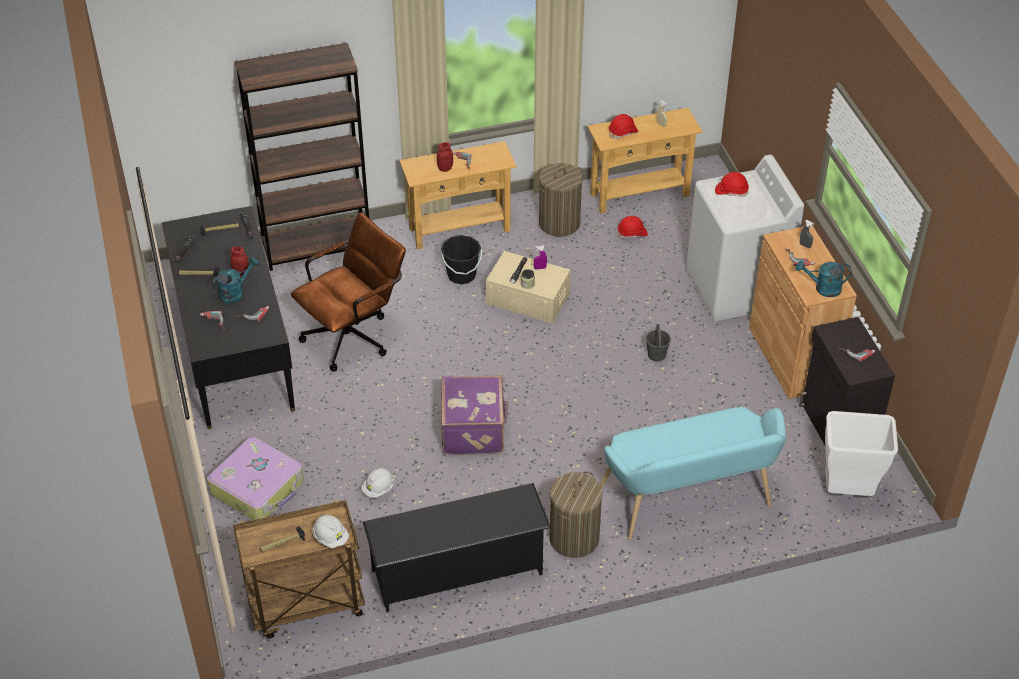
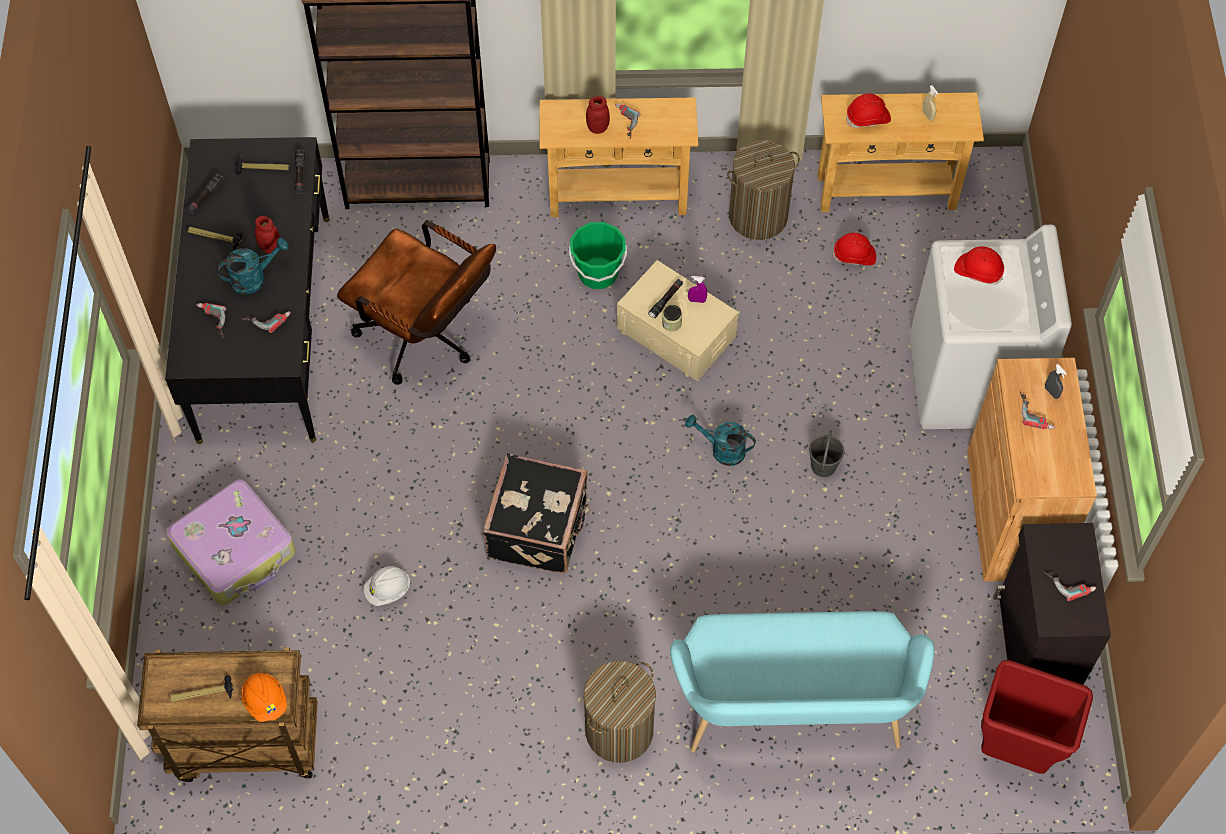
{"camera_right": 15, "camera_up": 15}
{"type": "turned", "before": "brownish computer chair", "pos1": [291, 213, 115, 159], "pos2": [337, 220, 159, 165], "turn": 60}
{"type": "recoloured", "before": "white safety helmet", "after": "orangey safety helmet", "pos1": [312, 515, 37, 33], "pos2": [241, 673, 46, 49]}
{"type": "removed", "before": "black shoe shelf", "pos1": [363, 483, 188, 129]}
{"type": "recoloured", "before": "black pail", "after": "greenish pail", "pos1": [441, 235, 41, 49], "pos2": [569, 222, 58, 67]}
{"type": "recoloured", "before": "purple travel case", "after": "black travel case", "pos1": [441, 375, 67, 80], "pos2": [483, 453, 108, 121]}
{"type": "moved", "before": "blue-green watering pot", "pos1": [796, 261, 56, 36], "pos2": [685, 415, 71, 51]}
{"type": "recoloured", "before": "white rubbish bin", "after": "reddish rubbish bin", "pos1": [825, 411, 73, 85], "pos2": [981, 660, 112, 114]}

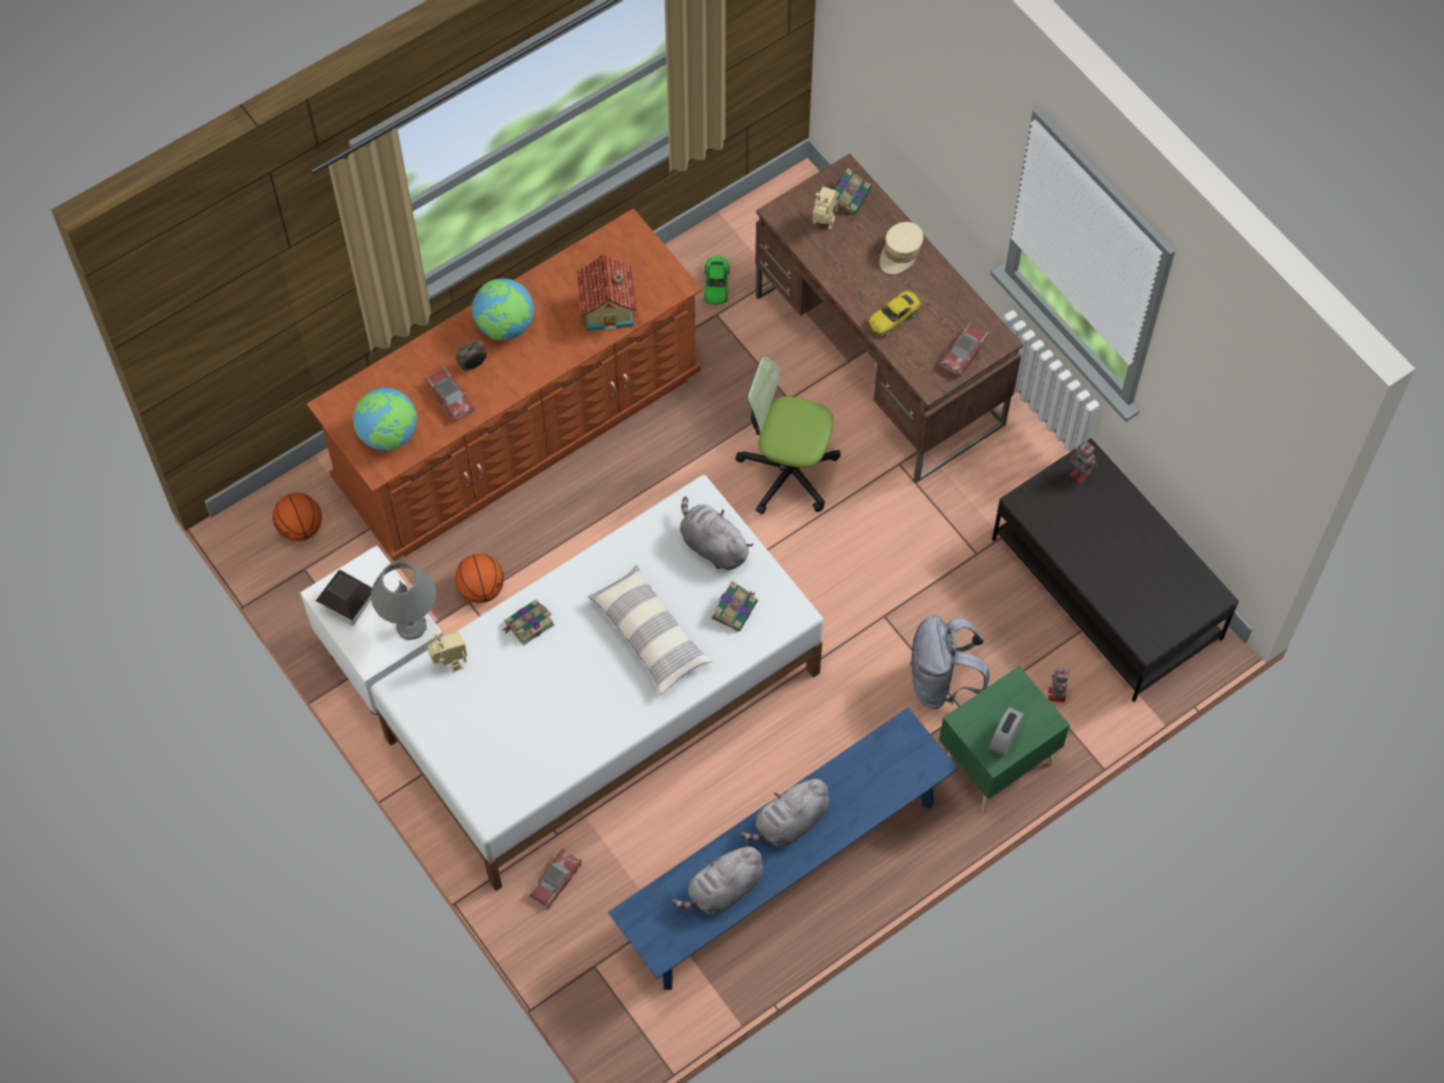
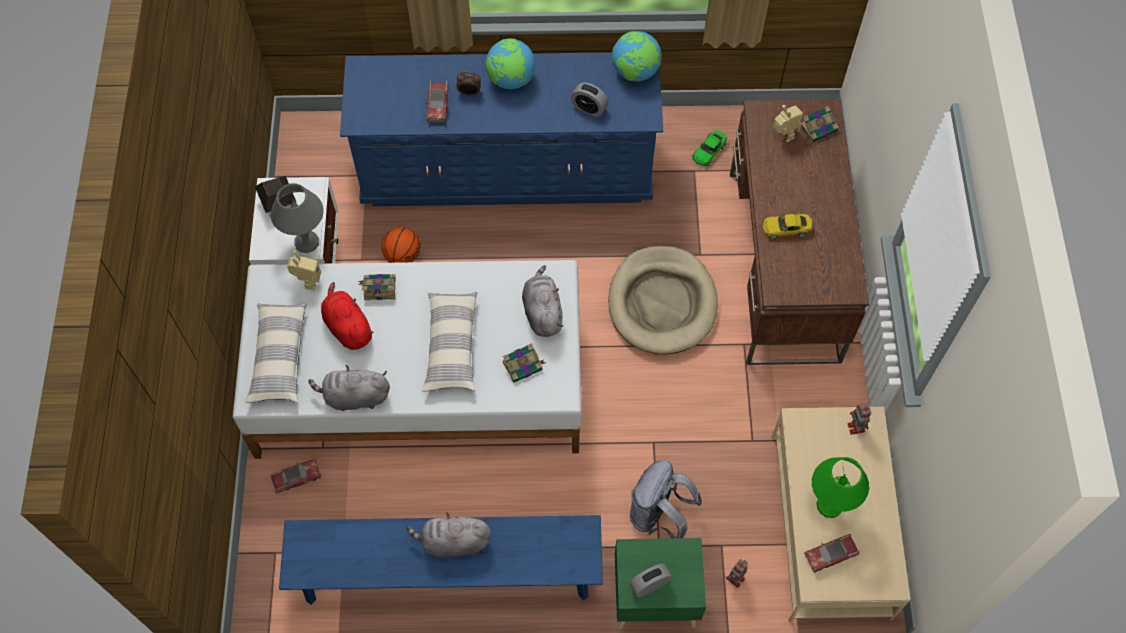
{"camera_right": 35, "camera_up": 0}
{"type": "removed", "before": "basketball ball", "pos1": [273, 493, 49, 48]}
{"type": "recoloured", "before": "brownish dresser", "after": "bluish dresser", "pos1": [307, 208, 395, 353], "pos2": [340, 52, 323, 154]}
{"type": "moved", "before": "globe", "pos1": [353, 388, 64, 63], "pos2": [612, 31, 50, 51]}
{"type": "replaced", "before": "miniature house", "after": "alarm clock", "pos1": [577, 254, 60, 77], "pos2": [571, 83, 37, 34]}
{"type": "moved", "before": "gray cuddly toy", "pos1": [672, 841, 91, 74], "pos2": [309, 365, 81, 46]}
{"type": "replaced", "before": "computer chair", "after": "sand-coloured dog bed", "pos1": [735, 356, 106, 158], "pos2": [608, 246, 110, 108]}
{"type": "removed", "before": "sand-coloured baseball cap", "pos1": [880, 222, 43, 52]}
{"type": "moved", "before": "miniature car", "pos1": [940, 322, 48, 55], "pos2": [804, 534, 56, 39]}
{"type": "recoloured", "before": "black low table", "after": "sand-coloured low table", "pos1": [992, 438, 247, 264], "pos2": [771, 407, 140, 215]}
{"type": "added", "after": "cushion", "pos2": [245, 302, 62, 101]}
{"type": "added", "after": "reddish cuddly toy", "pos2": [321, 282, 53, 68]}
{"type": "added", "after": "greenish tabletop lamp", "pos2": [812, 457, 57, 61]}

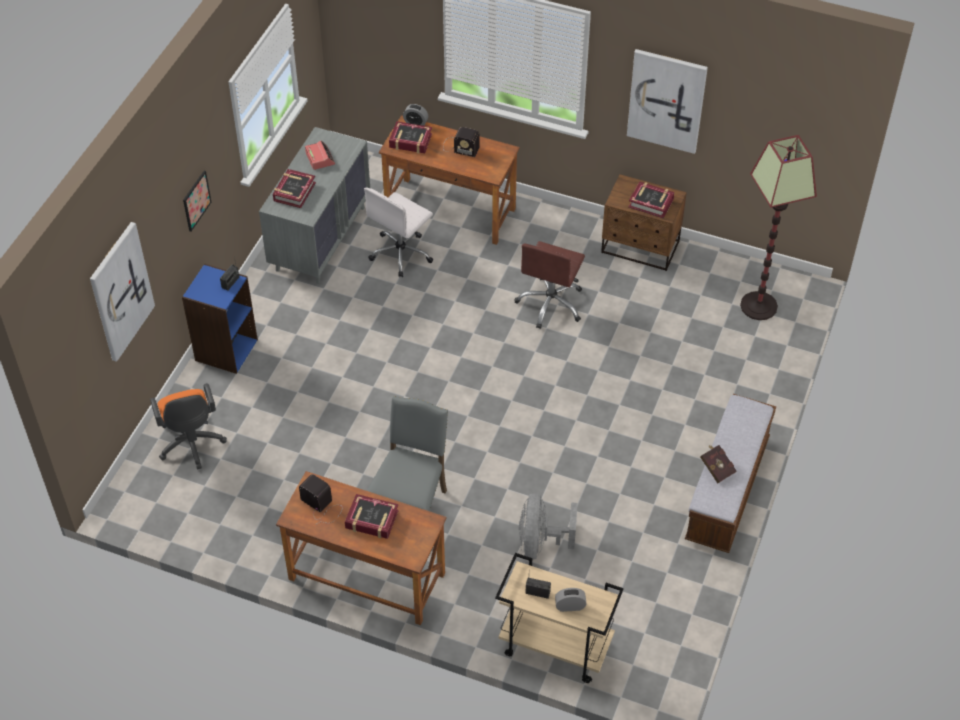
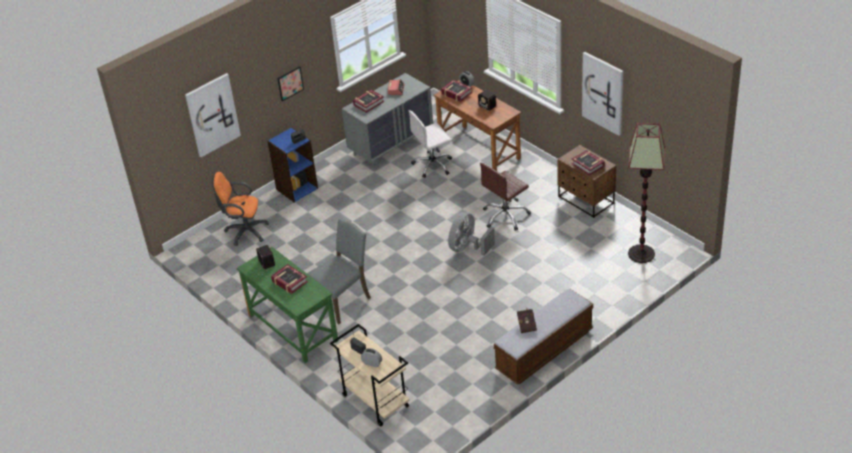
{"camera_right": 30, "camera_up": -10}
{"type": "turned", "before": "orangey computer chair", "pos1": [150, 383, 77, 86], "pos2": [212, 172, 57, 74], "turn": 90}
{"type": "recoloured", "before": "brownish desk unit", "after": "greenish desk unit", "pos1": [276, 471, 171, 154], "pos2": [237, 247, 101, 116]}
{"type": "moved", "before": "gray cooling fan", "pos1": [519, 493, 59, 67], "pos2": [448, 212, 47, 44]}

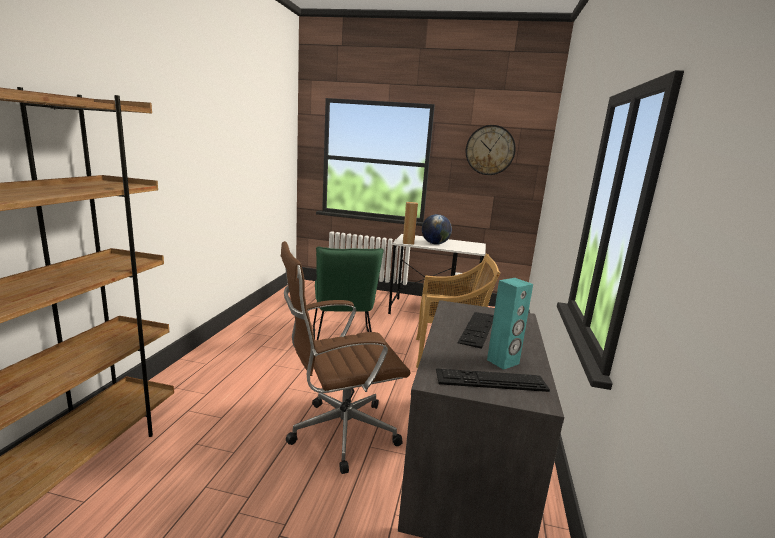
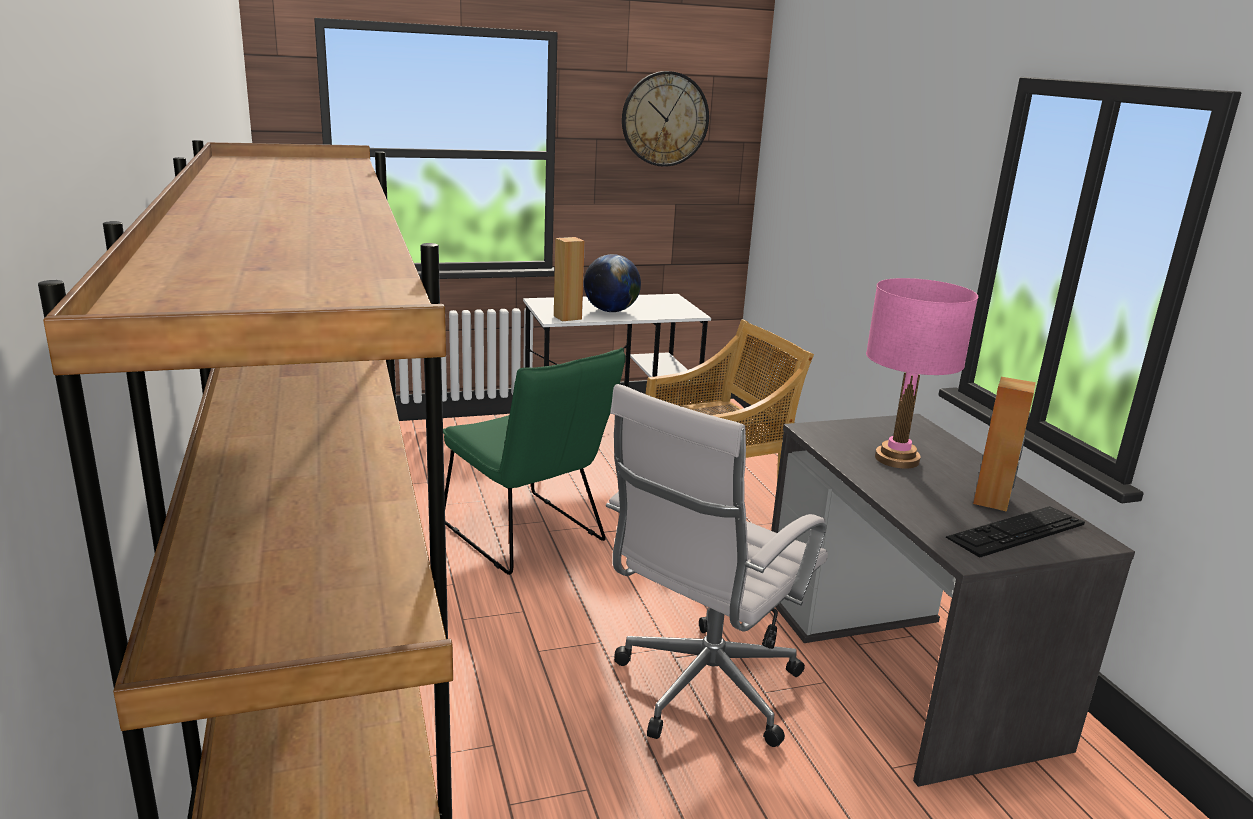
{"camera_right": -30, "camera_up": 5}
{"type": "recoloured", "before": "brownish computer chair", "after": "white computer chair", "pos1": [281, 241, 130, 233], "pos2": [606, 384, 222, 363]}
{"type": "replaced", "before": "PC keyboard", "after": "pinkish tabletop lamp", "pos1": [457, 312, 37, 37], "pos2": [866, 278, 112, 191]}
{"type": "recoloured", "before": "blue-green audio speaker", "after": "brownish audio speaker", "pos1": [487, 278, 46, 92], "pos2": [973, 377, 63, 135]}

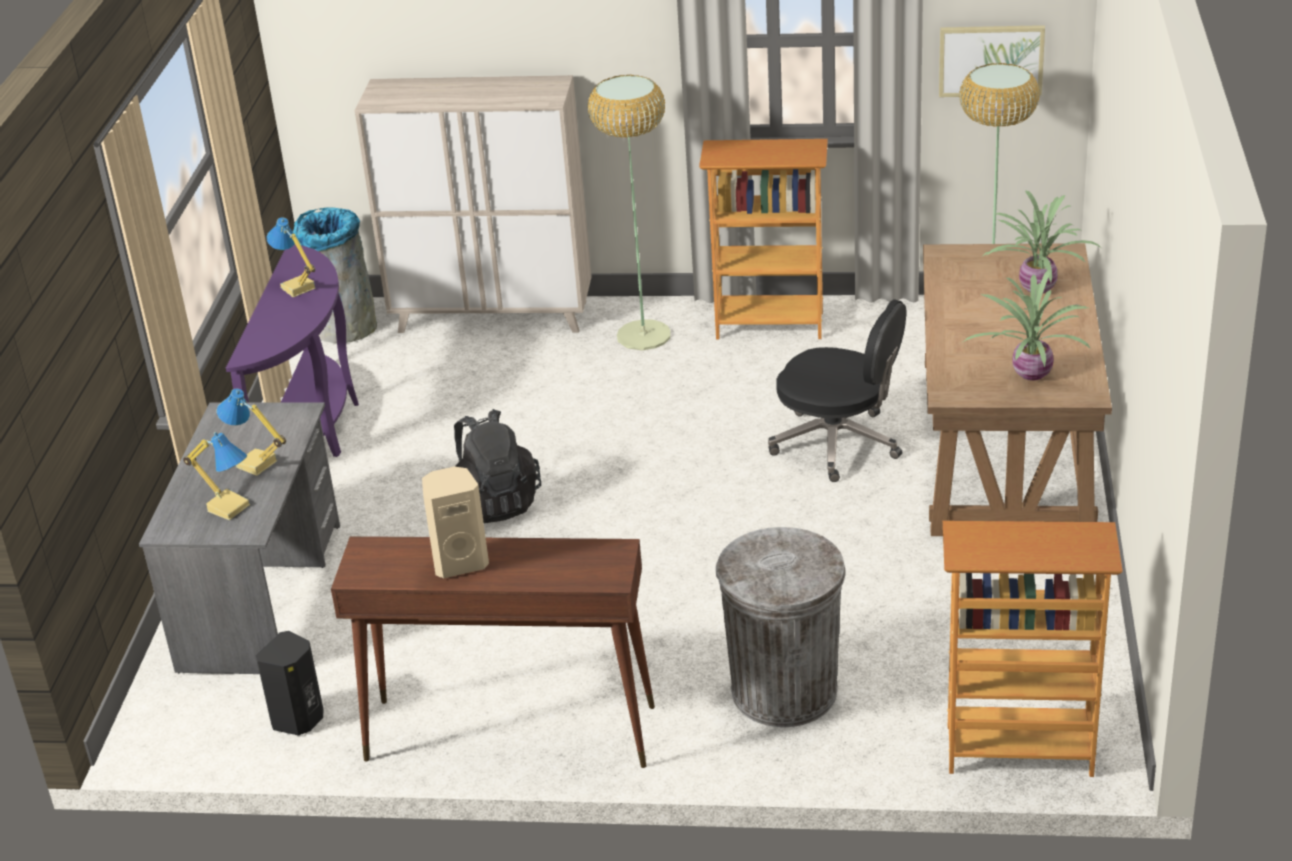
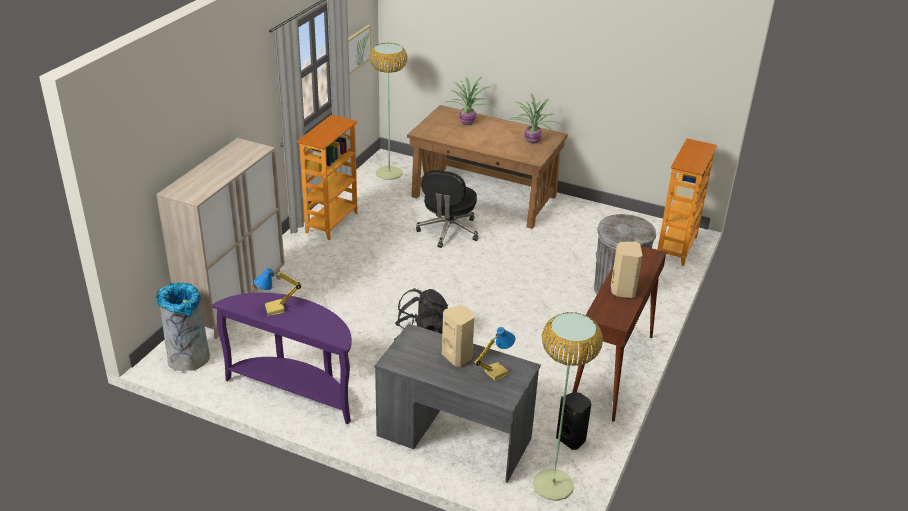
{"camera_right": -75, "camera_up": 0}
{"type": "replaced", "before": "tabletop lamp", "after": "sand-coloured audio speaker", "pos1": [217, 389, 69, 87], "pos2": [442, 305, 32, 62]}
{"type": "moved", "before": "standing lamp", "pos1": [588, 75, 83, 275], "pos2": [533, 312, 70, 189]}
{"type": "turned", "before": "black computer chair", "pos1": [768, 299, 138, 183], "pos2": [416, 170, 62, 78], "turn": 150}

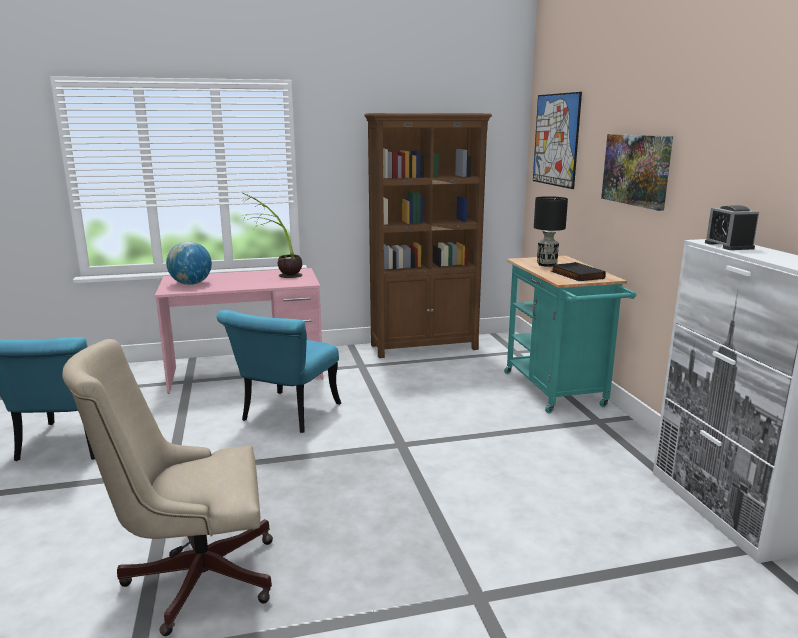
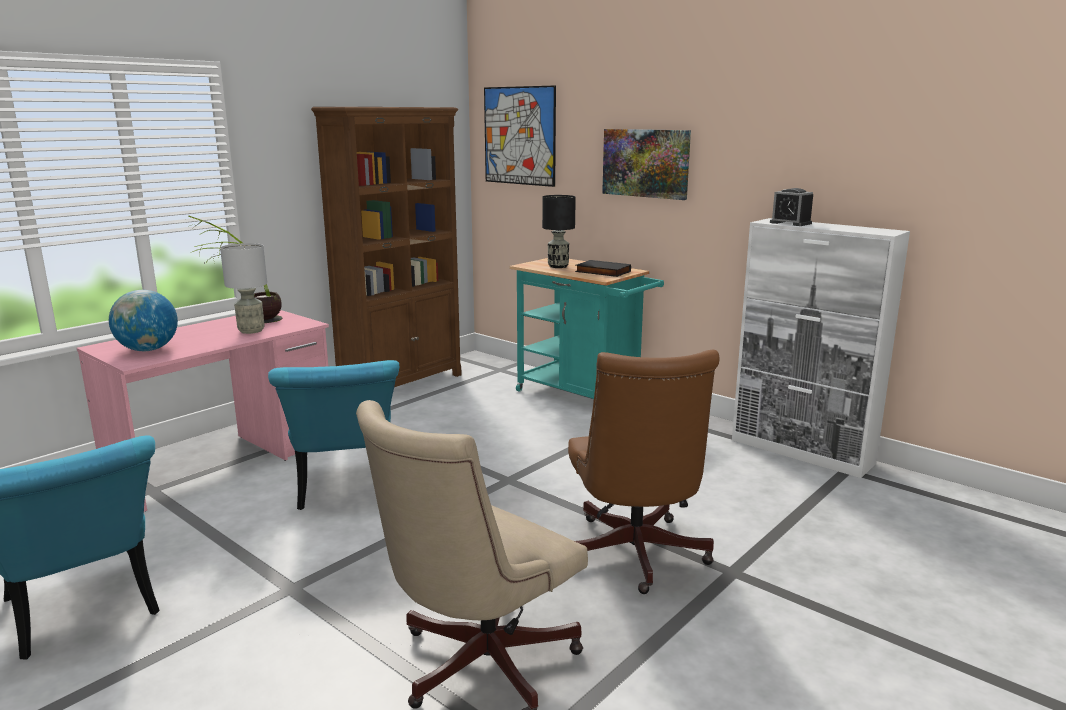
{"camera_right": -35, "camera_up": 0}
{"type": "added", "after": "gray tabletop lamp", "pos2": [220, 243, 47, 91]}
{"type": "added", "after": "brownish computer chair", "pos2": [568, 350, 151, 244]}

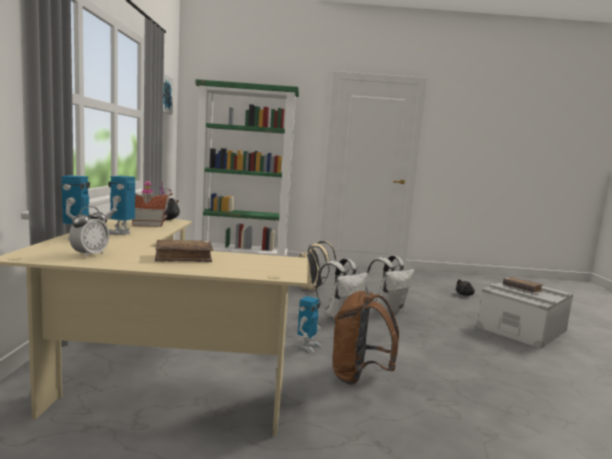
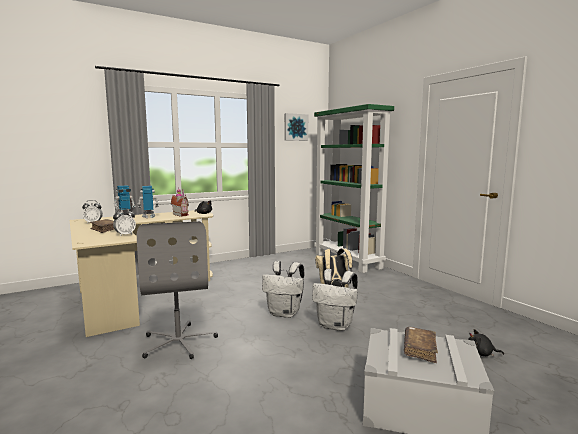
{"camera_right": 60, "camera_up": 0}
{"type": "removed", "before": "toy robot", "pos1": [298, 296, 23, 57]}
{"type": "replaced", "before": "brownish backpack", "after": "gray computer chair", "pos1": [333, 291, 66, 93], "pos2": [137, 221, 81, 138]}
{"type": "added", "after": "alarm clock", "pos2": [113, 208, 23, 28]}

